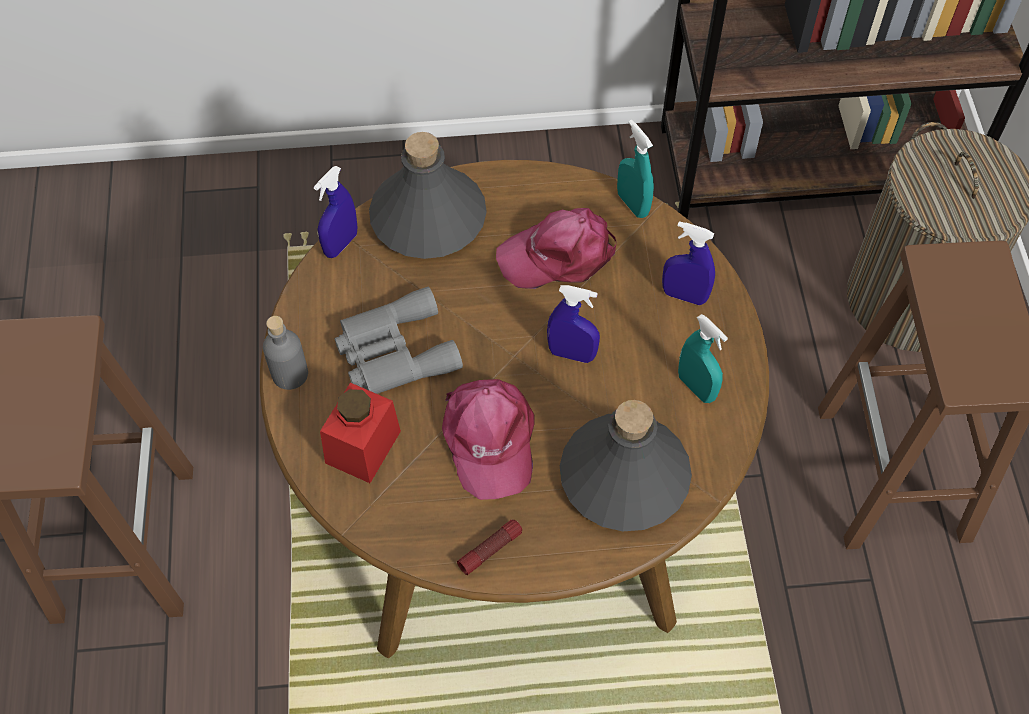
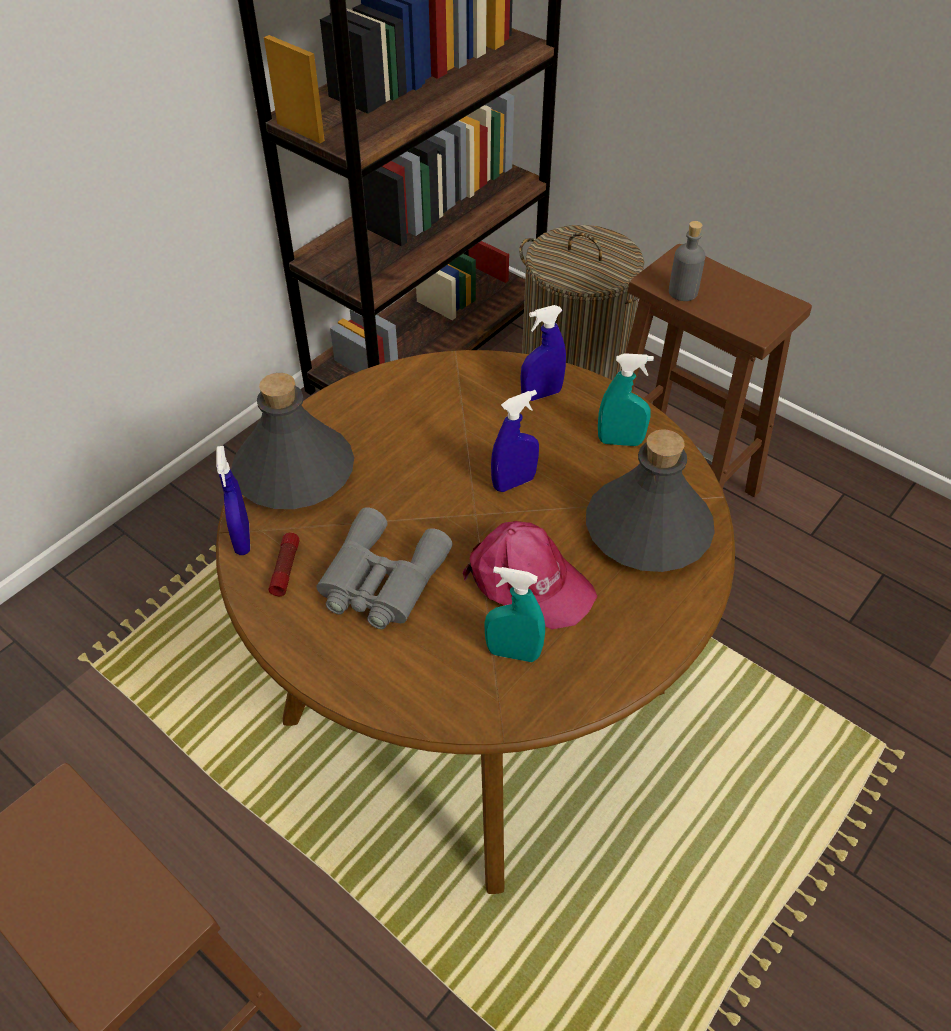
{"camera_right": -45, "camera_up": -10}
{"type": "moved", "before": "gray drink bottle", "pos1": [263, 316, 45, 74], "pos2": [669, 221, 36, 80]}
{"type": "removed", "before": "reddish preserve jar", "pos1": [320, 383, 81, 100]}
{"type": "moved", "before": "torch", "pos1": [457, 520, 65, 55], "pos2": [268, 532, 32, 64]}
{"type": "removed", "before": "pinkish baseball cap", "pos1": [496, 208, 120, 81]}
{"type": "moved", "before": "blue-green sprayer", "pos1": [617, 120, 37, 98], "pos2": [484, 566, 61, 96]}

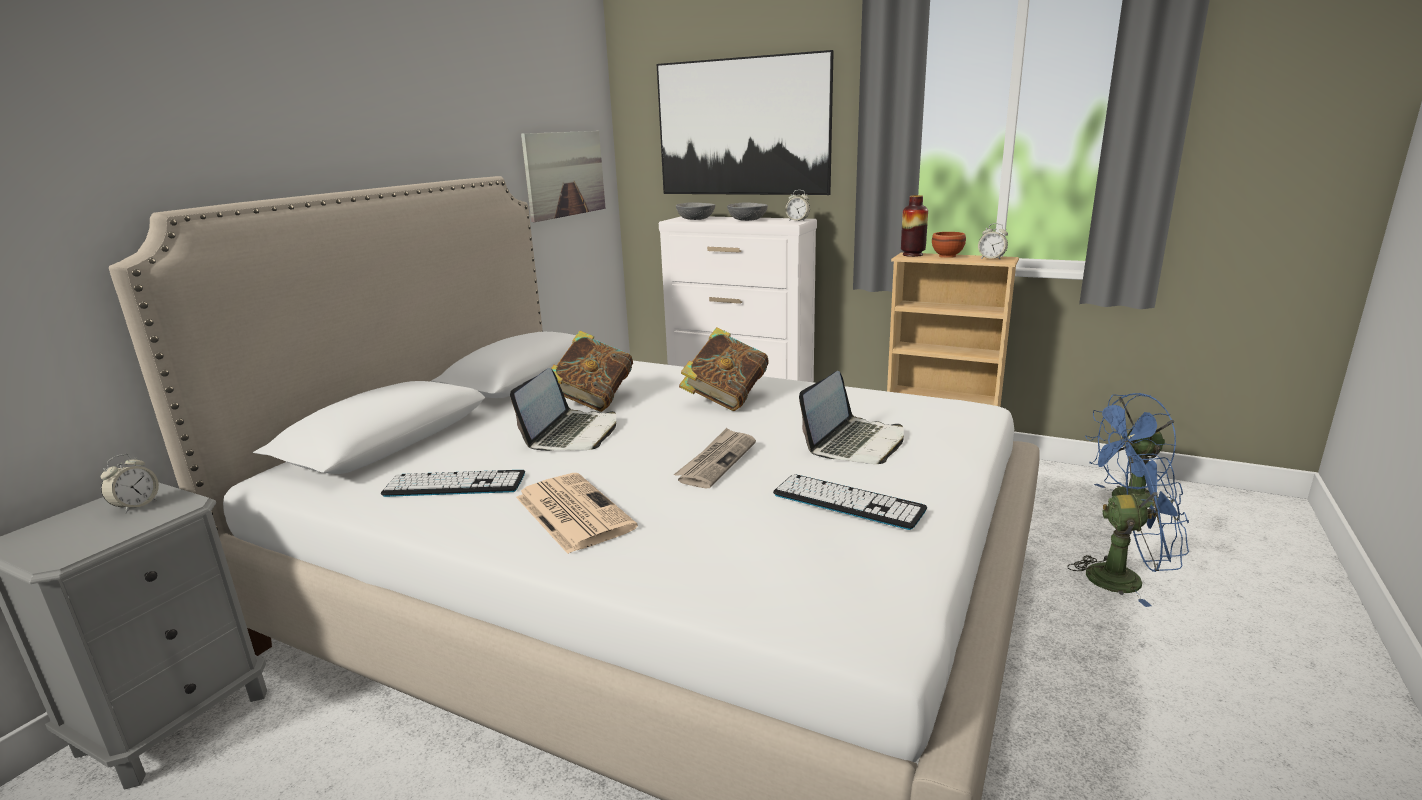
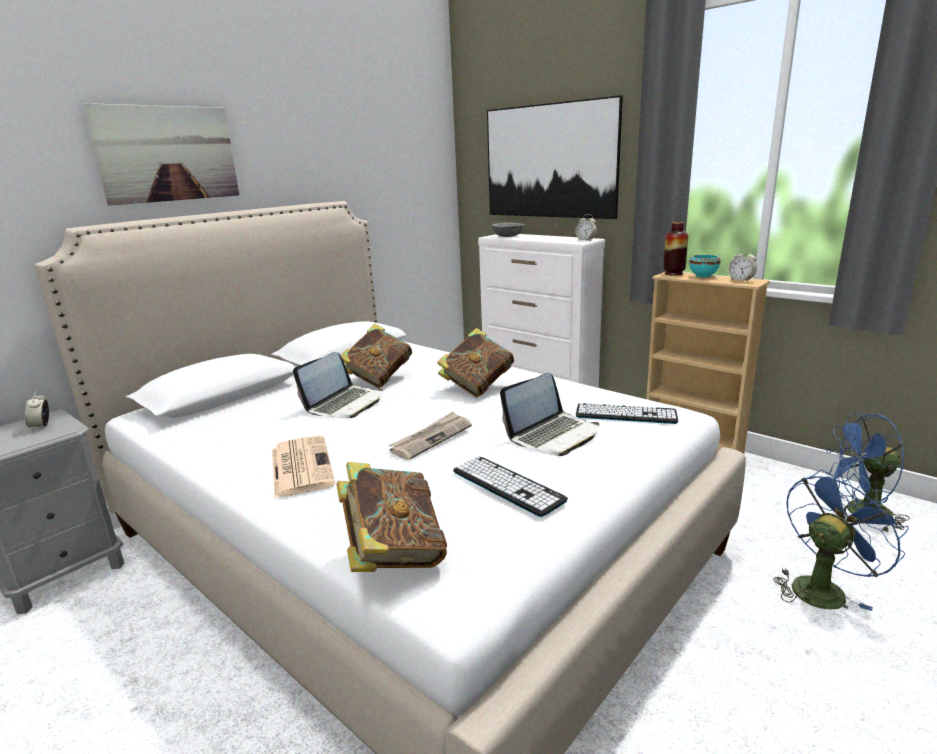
{"camera_right": 15, "camera_up": 0}
{"type": "turned", "before": "alarm clock", "pos1": [100, 454, 59, 60], "pos2": [25, 391, 24, 40], "turn": 120}
{"type": "moved", "before": "PC keyboard", "pos1": [381, 470, 144, 27], "pos2": [576, 403, 102, 21]}
{"type": "moved", "before": "picture", "pos1": [521, 131, 85, 91], "pos2": [83, 103, 156, 103]}
{"type": "removed", "before": "gray bowl", "pos1": [727, 202, 41, 19]}
{"type": "recoloured", "before": "brownish bowl", "after": "blue-green bowl", "pos1": [932, 232, 34, 26], "pos2": [689, 255, 31, 23]}
{"type": "turned", "before": "bluish cooling fan", "pos1": [1067, 454, 122, 153], "pos2": [774, 469, 135, 142], "turn": -60}
{"type": "added", "after": "book", "pos2": [336, 462, 111, 110]}

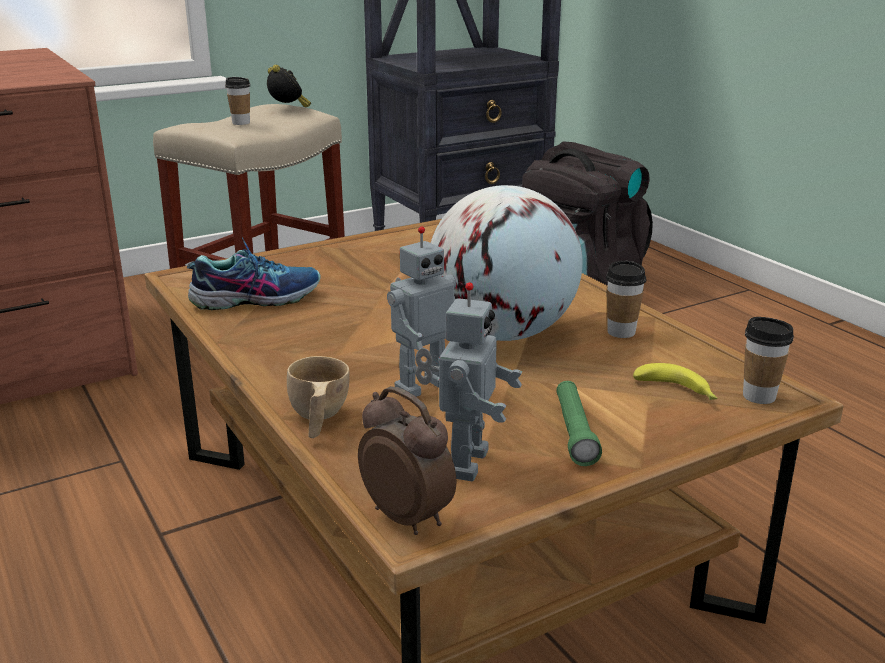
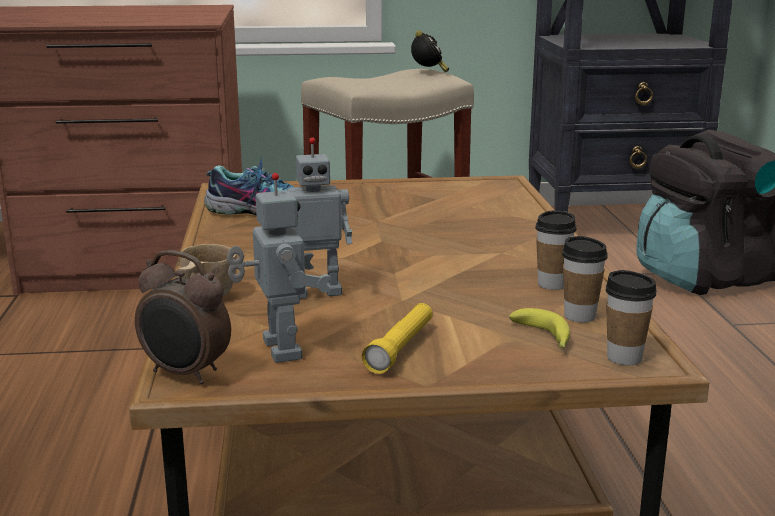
{"camera_right": 25, "camera_up": -5}
{"type": "moved", "before": "cup", "pos1": [225, 77, 25, 48], "pos2": [562, 236, 46, 86]}
{"type": "turned", "before": "alarm clock", "pos1": [358, 386, 98, 149], "pos2": [135, 250, 96, 134], "turn": 135}
{"type": "turned", "before": "toy robot", "pos1": [415, 282, 107, 200], "pos2": [227, 173, 104, 190], "turn": -60}
{"type": "removed", "before": "globe", "pos1": [431, 185, 151, 156]}
{"type": "recoloured", "before": "greenish torch", "after": "yellow-coloured torch", "pos1": [556, 381, 46, 85], "pos2": [362, 303, 71, 71]}

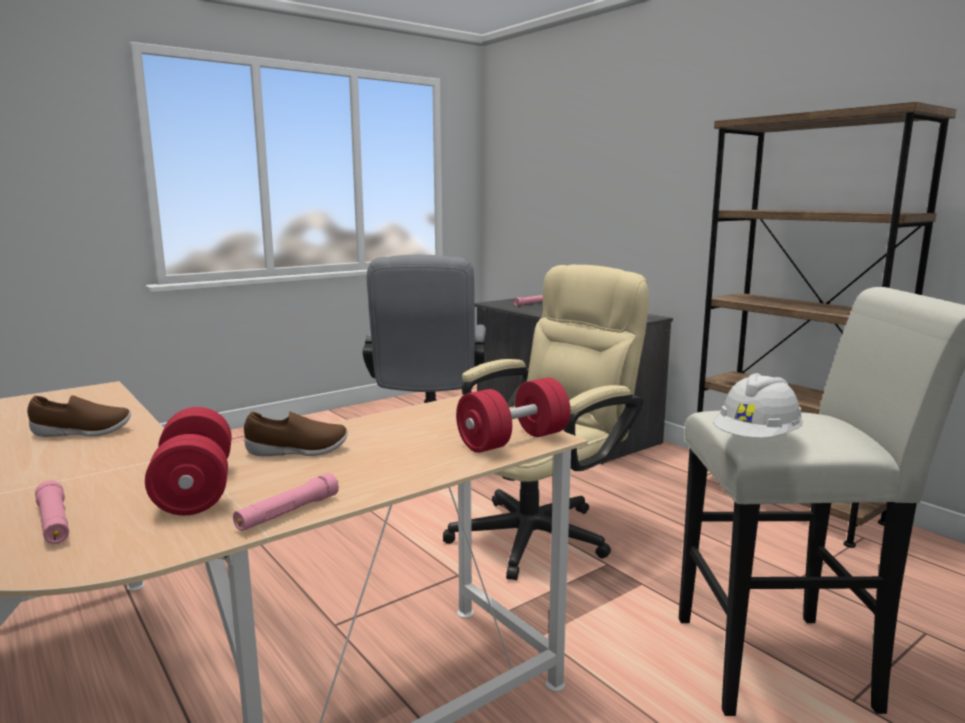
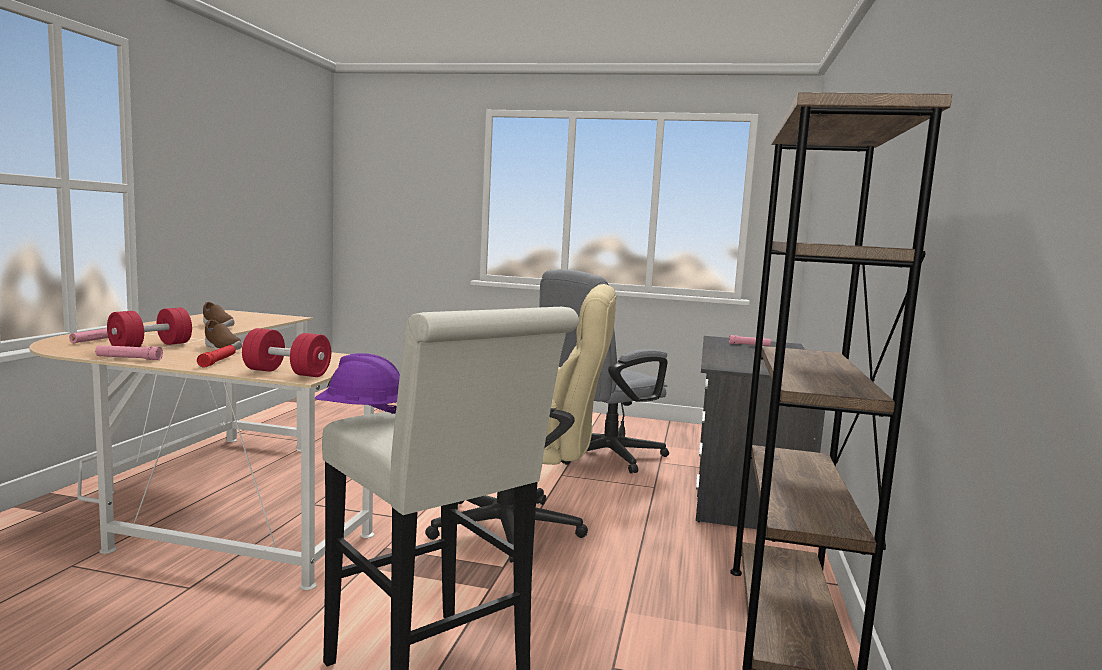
{"camera_right": 50, "camera_up": -5}
{"type": "recoloured", "before": "white safety helmet", "after": "purple safety helmet", "pos1": [713, 373, 90, 65], "pos2": [315, 353, 85, 61]}
{"type": "added", "after": "reddish torch", "pos2": [197, 345, 39, 23]}

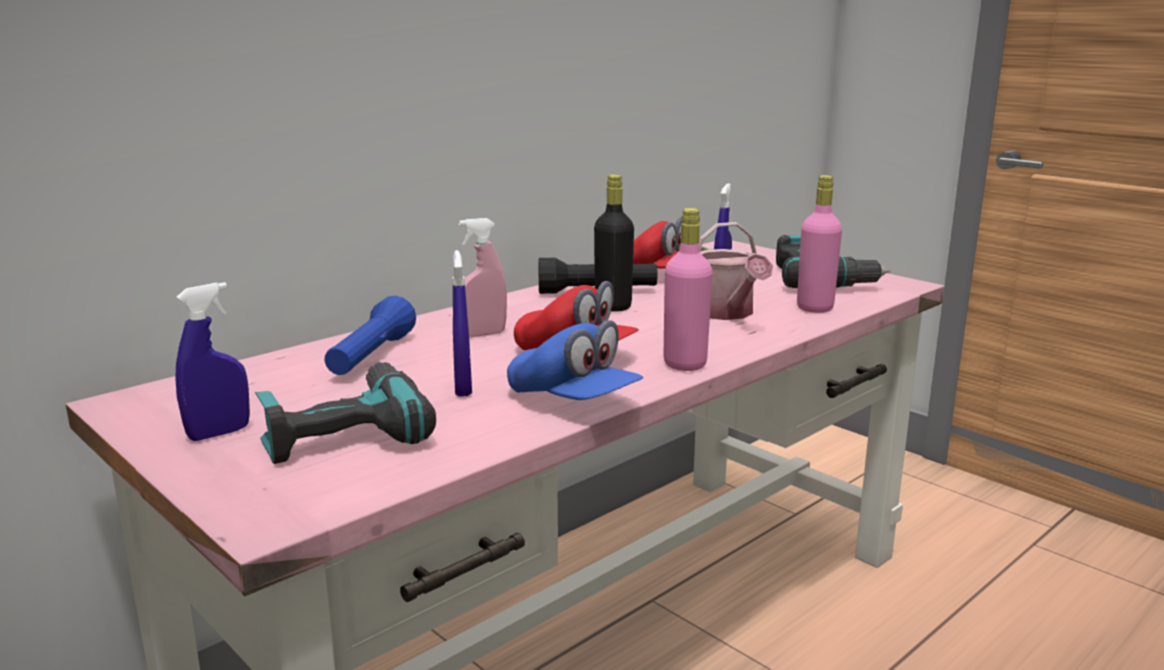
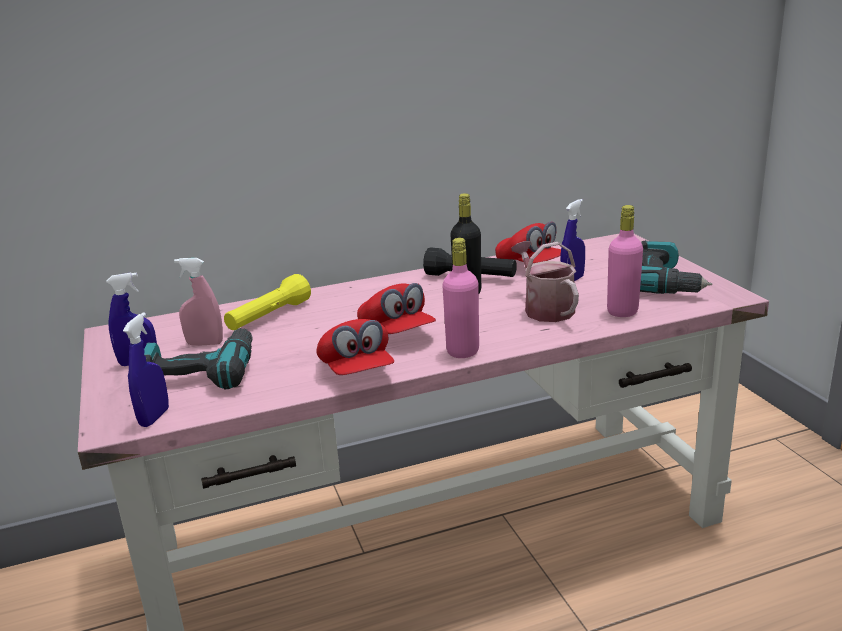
{"camera_right": 25, "camera_up": 5}
{"type": "recoloured", "before": "bluish torch", "after": "yellow-coloured torch", "pos1": [325, 296, 91, 79], "pos2": [224, 274, 87, 56]}
{"type": "moved", "before": "bluish sprayer", "pos1": [452, 250, 20, 147], "pos2": [123, 312, 46, 115]}
{"type": "moved", "before": "pinkish sprayer", "pos1": [459, 218, 48, 119], "pos2": [174, 258, 49, 88]}
{"type": "recoloured", "before": "bluish baseball cap", "after": "reddish baseball cap", "pos1": [507, 320, 136, 80], "pos2": [317, 319, 77, 56]}
{"type": "turned", "before": "watering pot", "pos1": [699, 222, 74, 98], "pos2": [511, 241, 68, 81], "turn": 150}

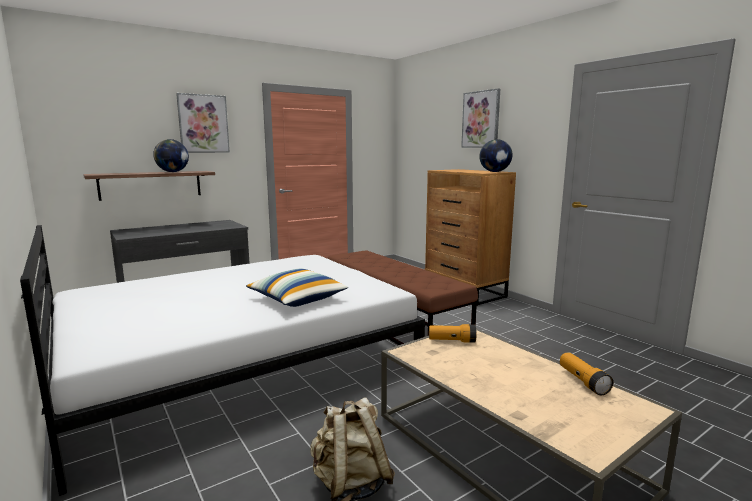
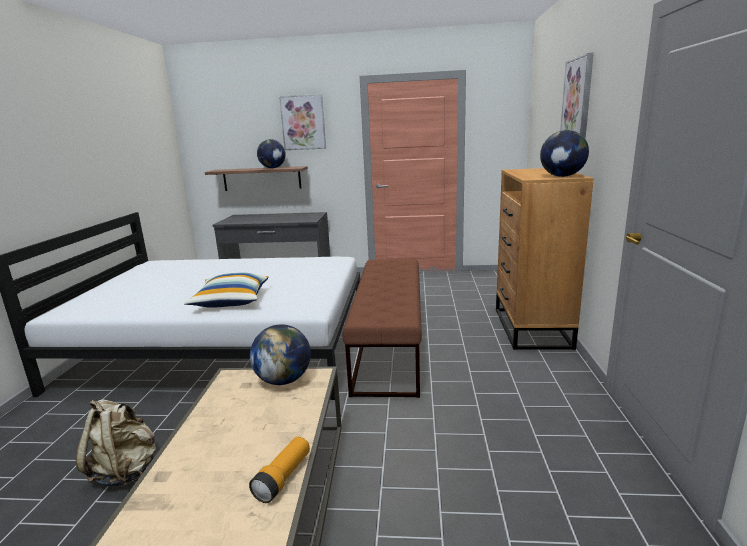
{"camera_right": 40, "camera_up": 5}
{"type": "replaced", "before": "torch", "after": "globe", "pos1": [429, 324, 47, 19], "pos2": [250, 324, 61, 61]}

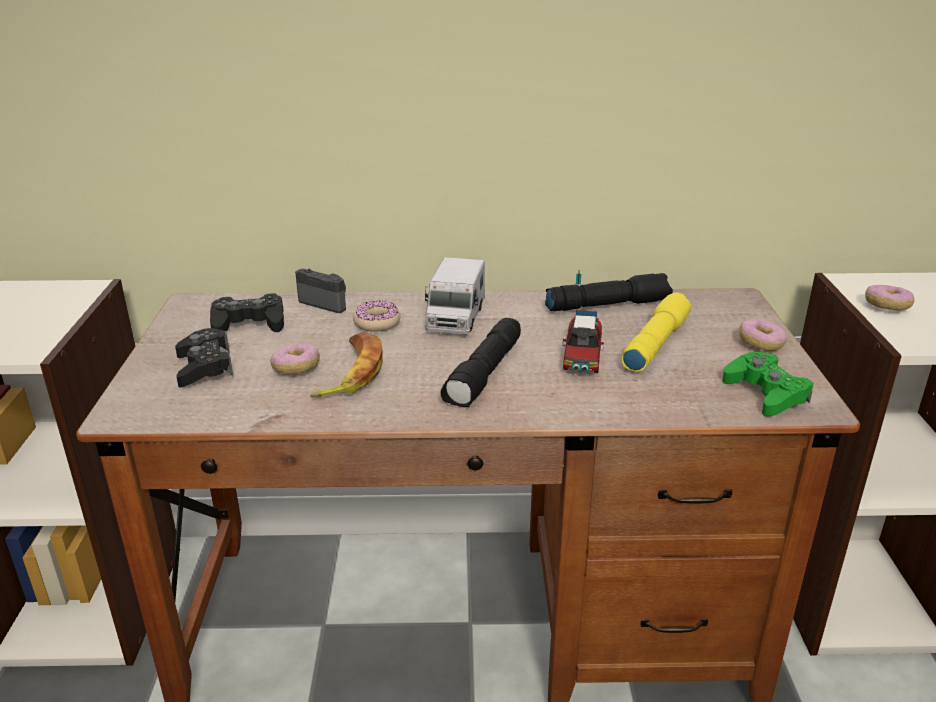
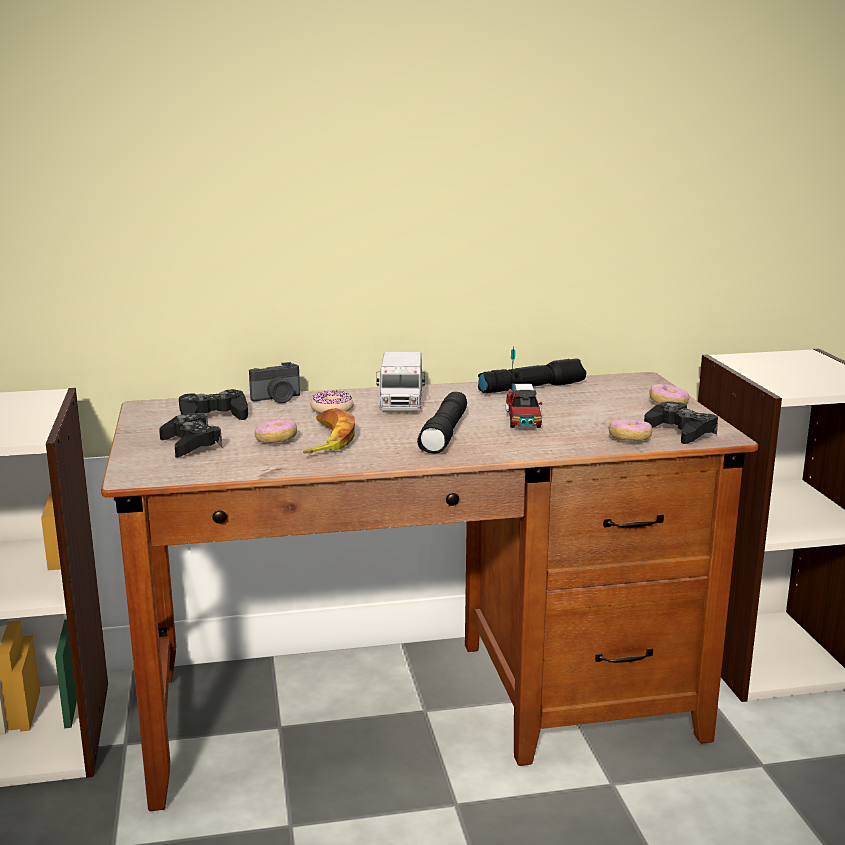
{"camera_right": -10, "camera_up": -10}
{"type": "turned", "before": "photo camera", "pos1": [295, 268, 51, 45], "pos2": [249, 362, 51, 41], "turn": 135}
{"type": "removed", "before": "yellow-coloured torch", "pos1": [622, 293, 70, 79]}
{"type": "recoloured", "before": "greenish gamepad", "after": "black gamepad", "pos1": [722, 352, 92, 65], "pos2": [644, 401, 74, 43]}
{"type": "moved", "before": "donut", "pos1": [865, 285, 49, 26], "pos2": [609, 419, 43, 22]}

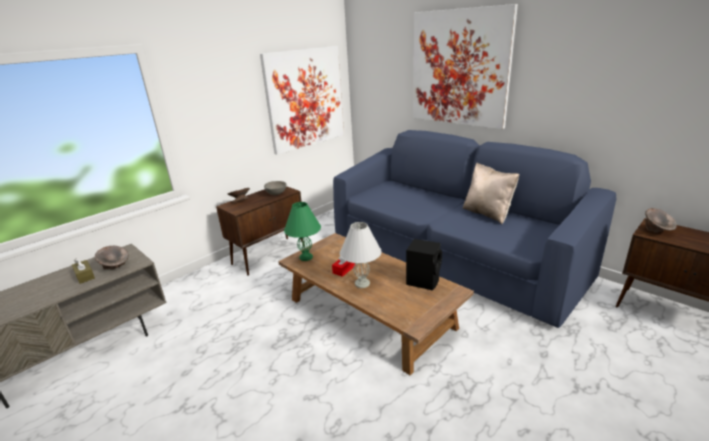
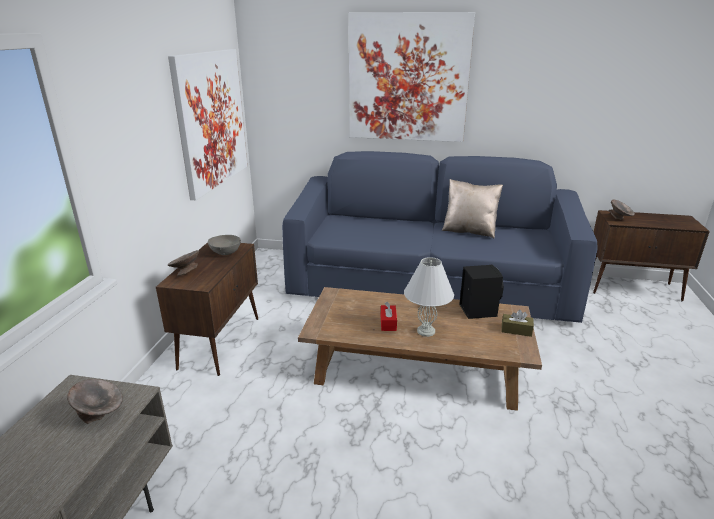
{"camera_right": -35, "camera_up": 0}
{"type": "moved", "before": "brownish box of tissues", "pos1": [72, 258, 23, 26], "pos2": [501, 310, 33, 27]}
{"type": "removed", "before": "greenish tabletop lamp", "pos1": [284, 202, 37, 59]}

